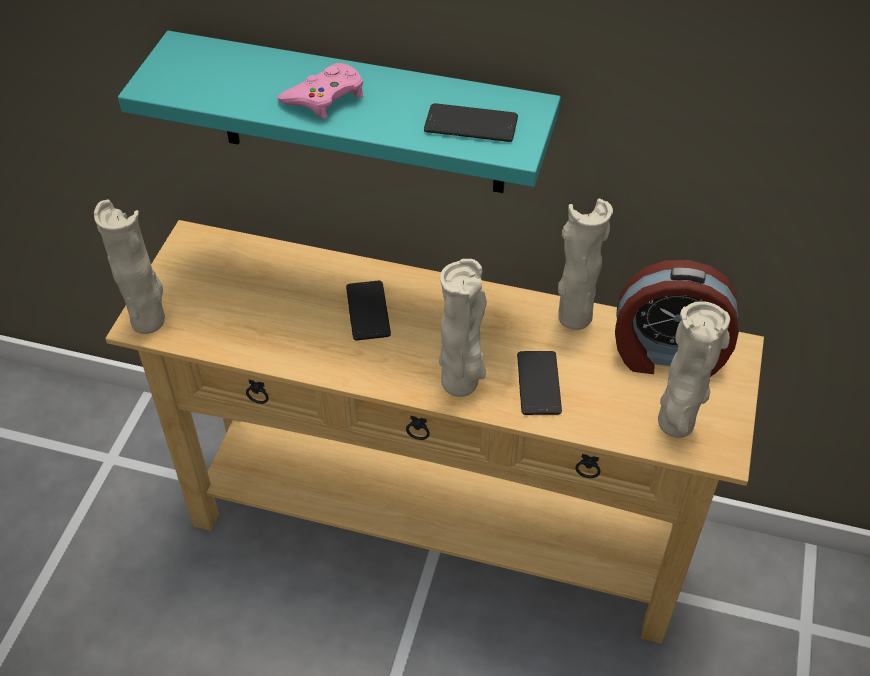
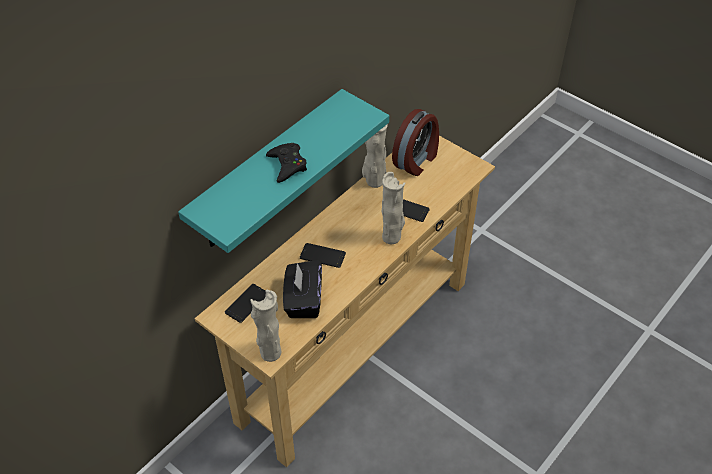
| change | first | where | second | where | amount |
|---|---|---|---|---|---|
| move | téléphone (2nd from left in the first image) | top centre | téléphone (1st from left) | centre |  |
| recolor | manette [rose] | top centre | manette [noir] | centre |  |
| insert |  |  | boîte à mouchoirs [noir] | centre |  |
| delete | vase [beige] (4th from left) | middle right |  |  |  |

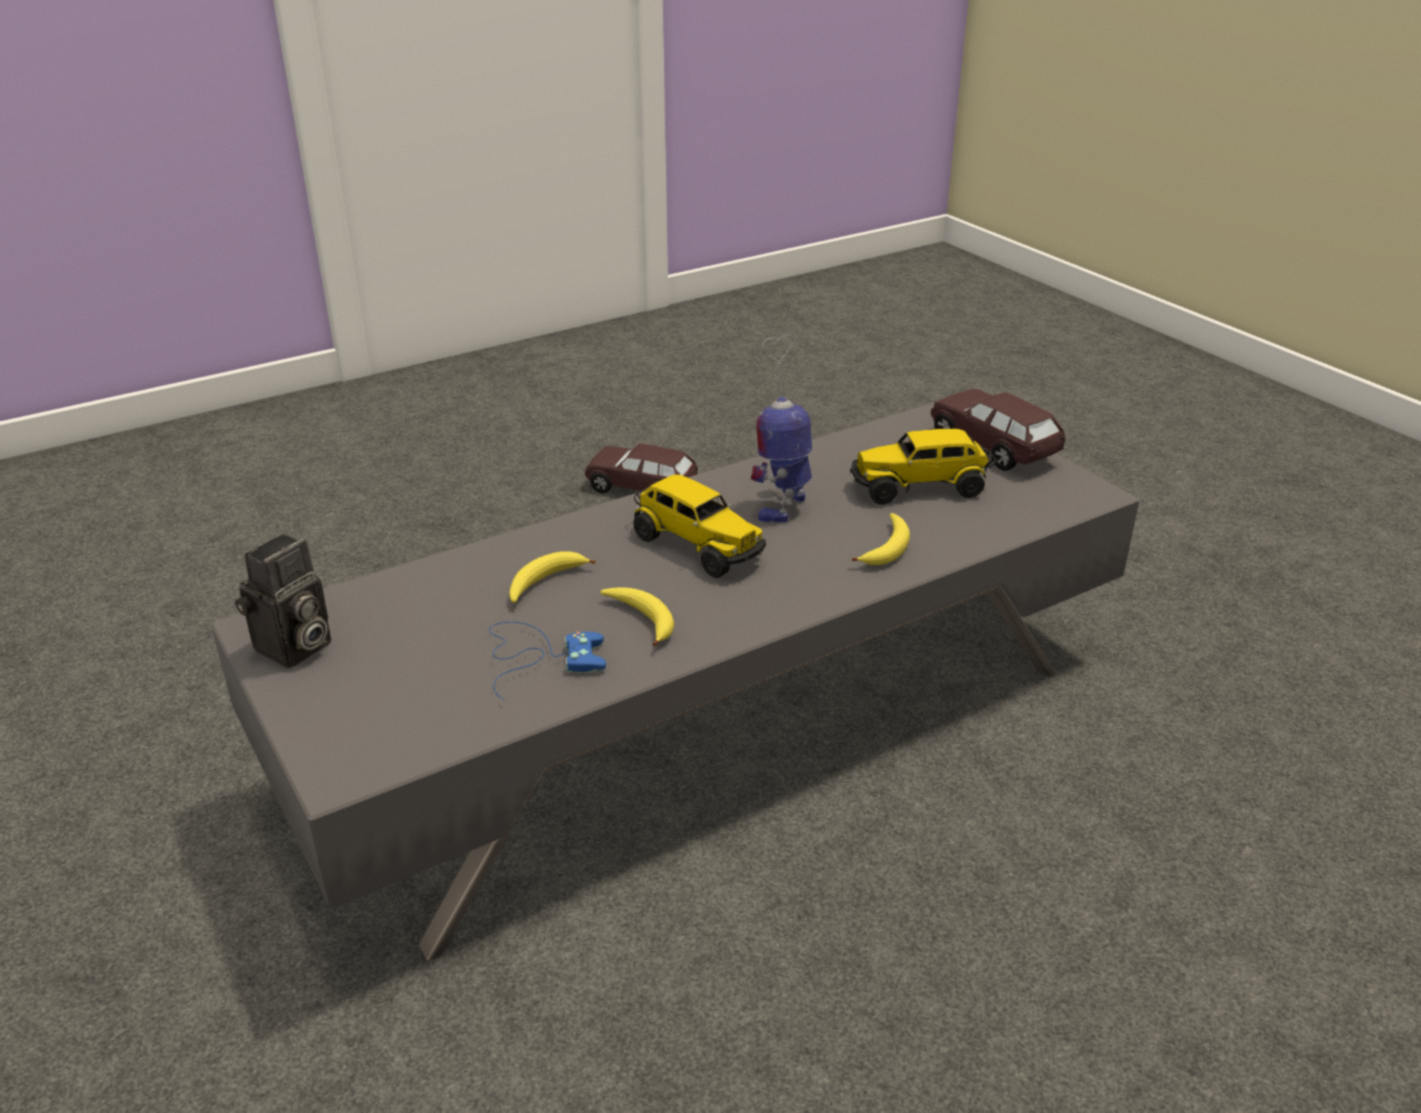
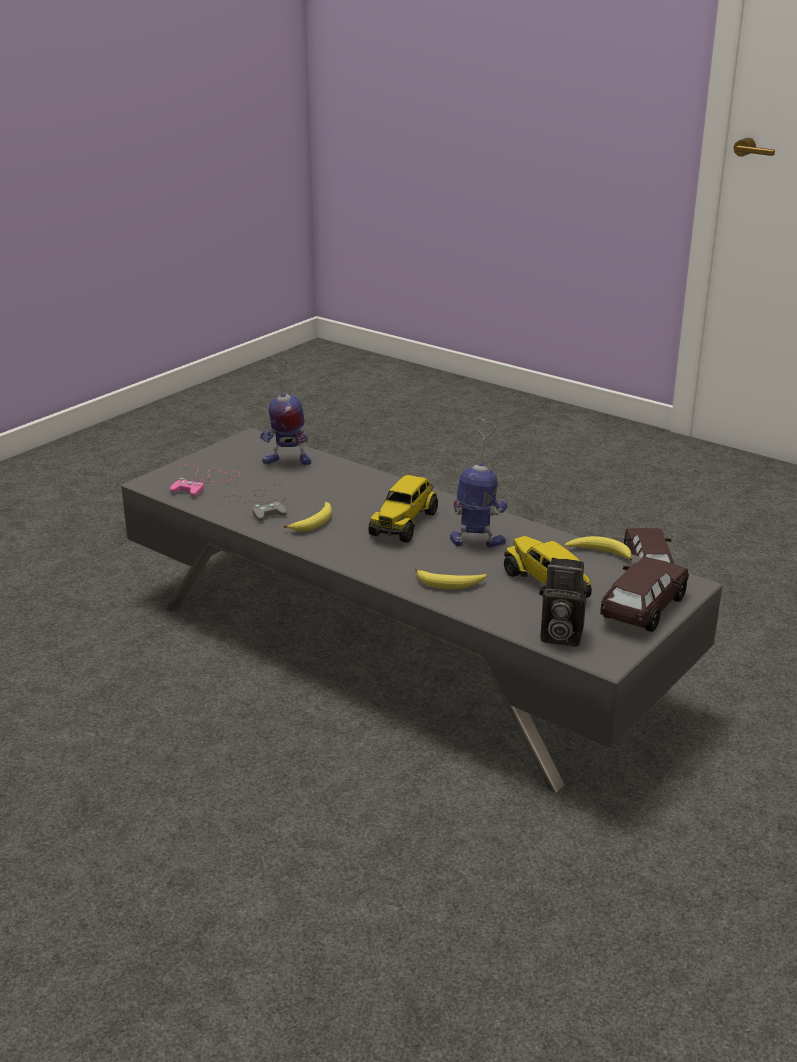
| change | first | where | second | where | amount |
|---|---|---|---|---|---|
| insert |  |  | manette [rose] | middle left |  |
| recolor | manette [bleu] | centre | manette [gris] | middle left |  |
| insert |  |  | robot jouet (1st from left) | centre |  |
| move | appareil photo | middle left |  | middle right |  |
| move | banane (1st from left in the first image) | centre | banane (3rd from left) | middle right |  |

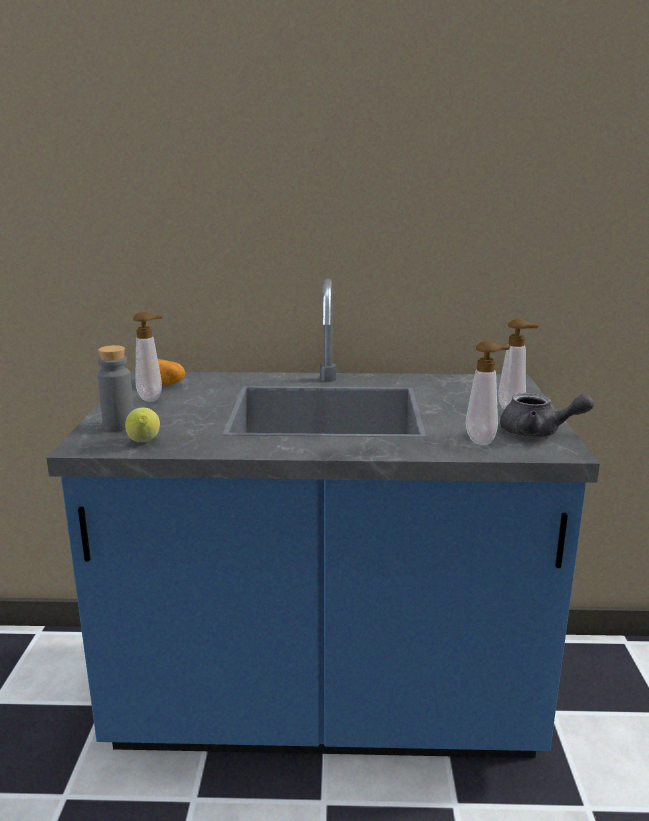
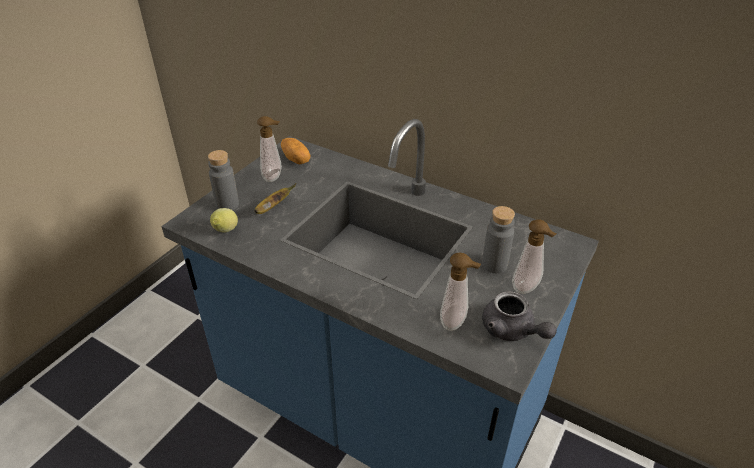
| change | first | where | second | where | amount |
|---|---|---|---|---|---|
| insert |  |  | banane | centre |  |
| insert |  |  | bouteille [gris] (2nd from left) | centre |  |

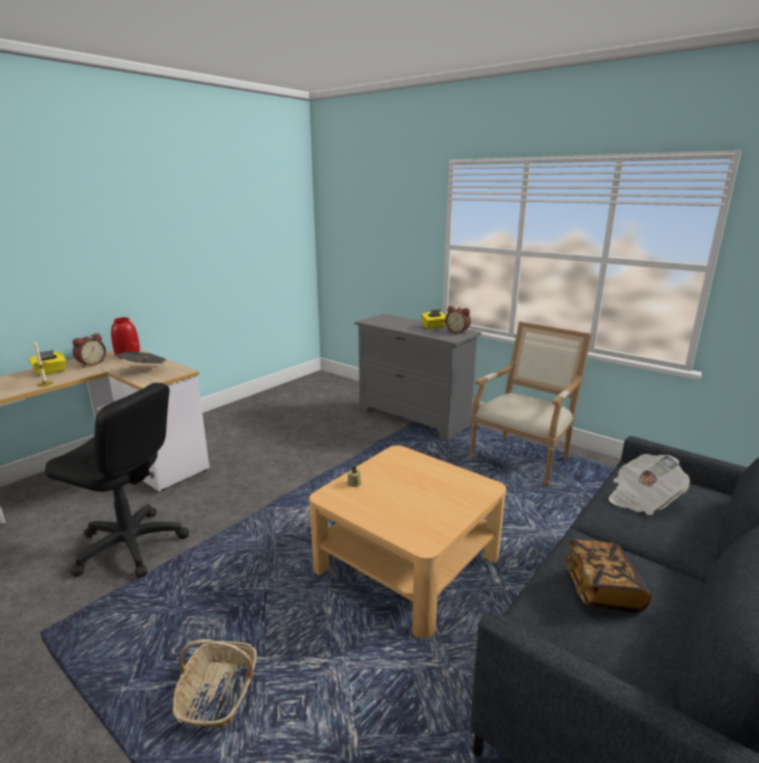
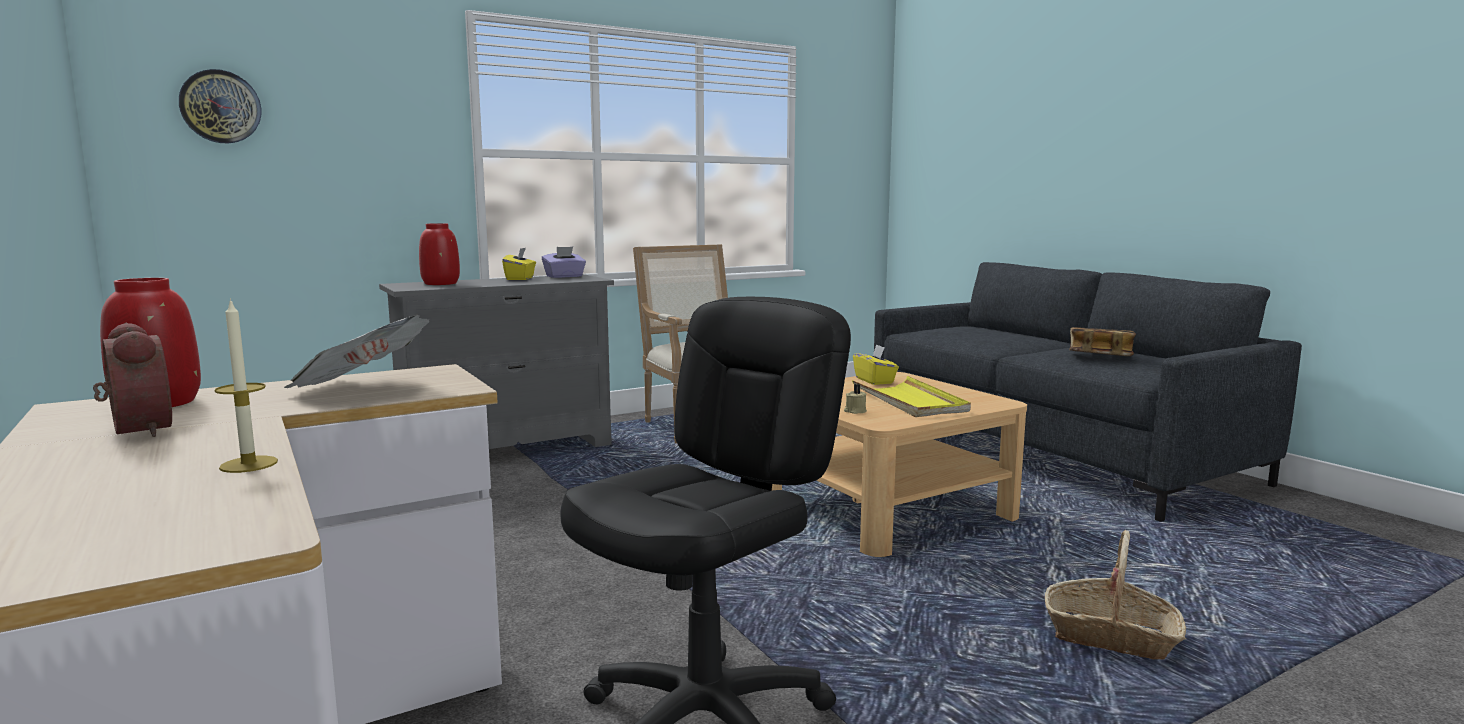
| change | first | where | second | where | amount |
|---|---|---|---|---|---|
| insert |  |  | horloge murale | top left |  |
| insert |  |  | vase [rouge] (2nd from left) | middle left |  |
| replace | réveil (2nd from left) | centre | boîte à mouchoirs [violet] | centre |  |
| insert |  |  | plateau [jaune] | centre |  |
| move | boîte à mouchoirs [jaune] (1st from left in the first image) | middle left | boîte à mouchoirs [jaune] (2nd from left) | centre |  |
| delete | journal (2nd from left) | middle right |  |  |  |

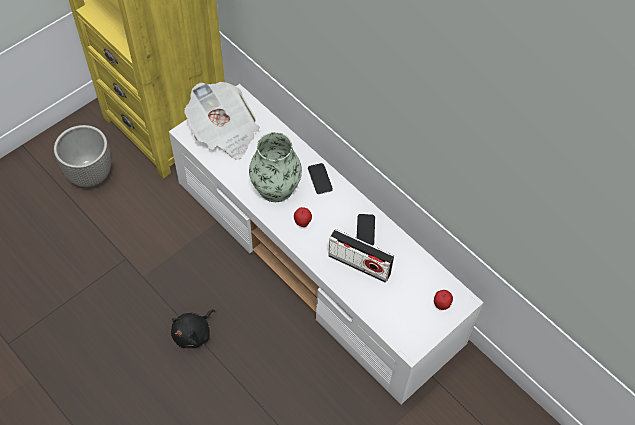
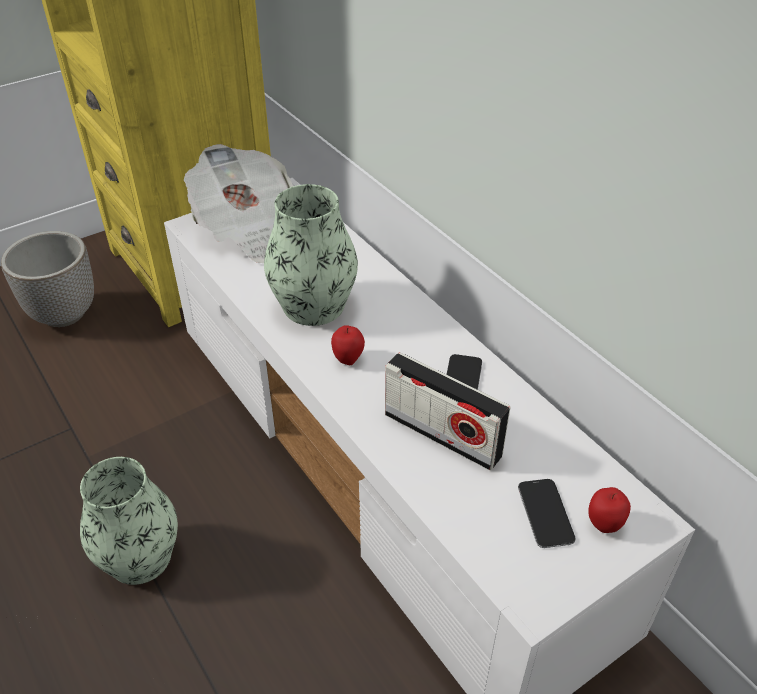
| change | first | where | second | where | amount |
|---|---|---|---|---|---|
| replace | peluche [noir] | bottom left | vase (1st from left) | bottom left |  |
| move | téléphone (1st from left in the first image) | centre | téléphone (2nd from left) | bottom right |  |

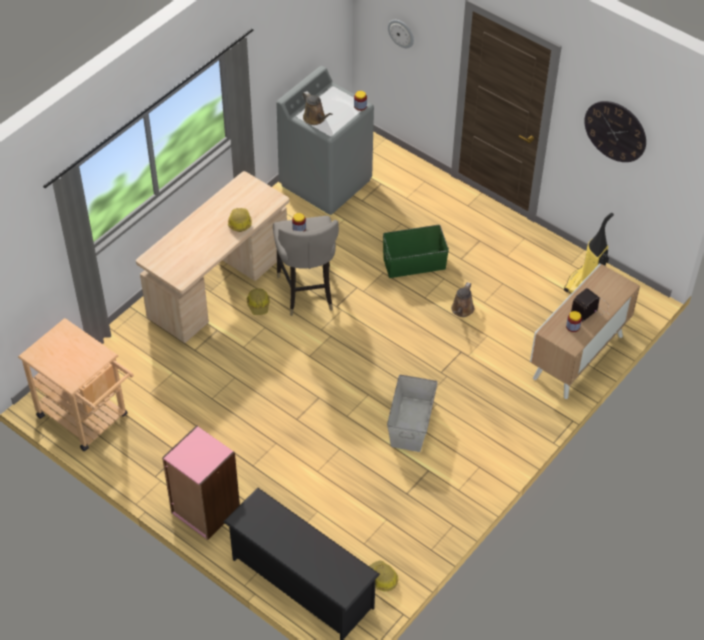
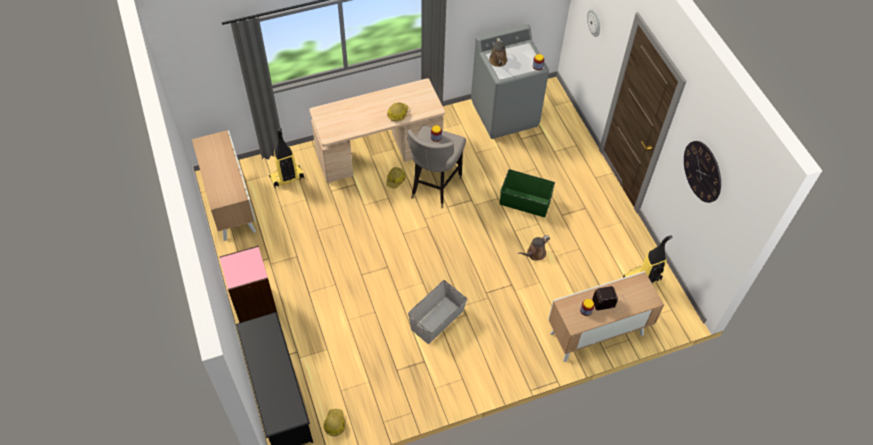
| change | first | where | second | where | amount |
|---|---|---|---|---|---|
| replace | chariot [beige] | middle left | meuble de rangement (1st from left) | middle left |  |
| insert |  |  | aspirateur (1st from left) | middle left |  |

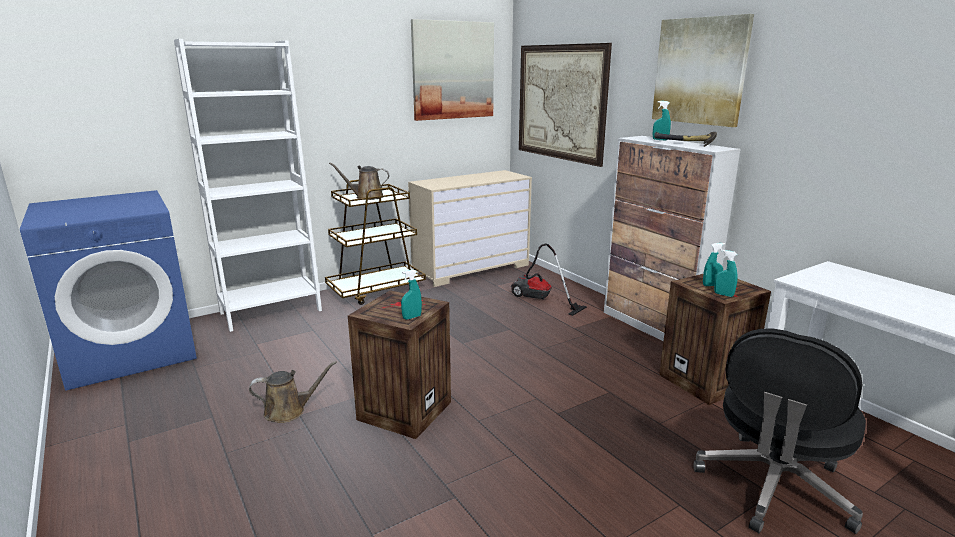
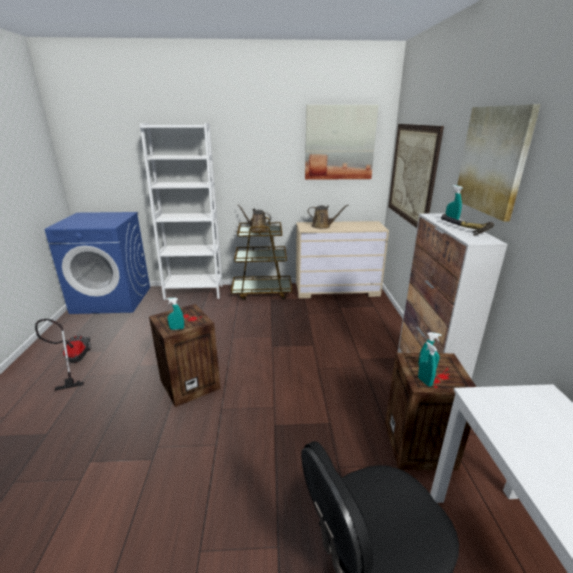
| change | first | where | second | where | amount |
|---|---|---|---|---|---|
| move | aspirateur | centre |  | middle left |  |
| move | arrosoir [marron] (1st from left in the first image) | bottom left | arrosoir [marron] (2nd from left) | centre |  |

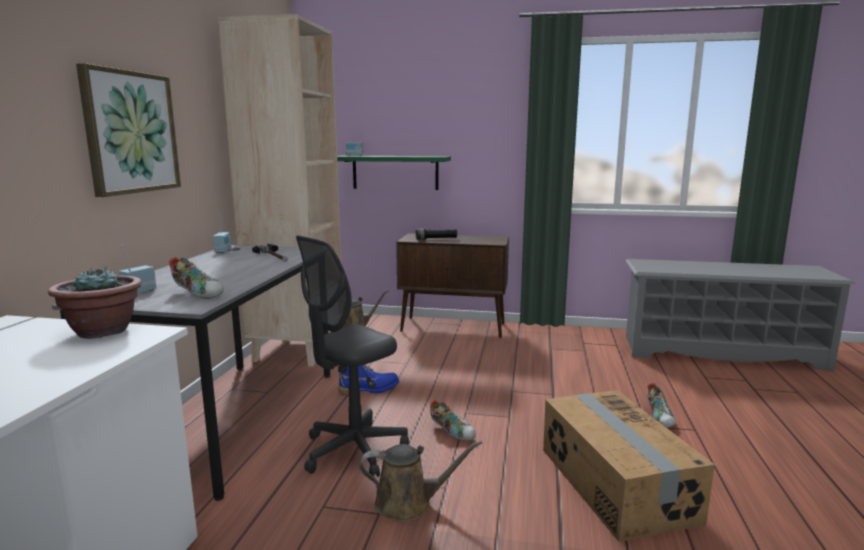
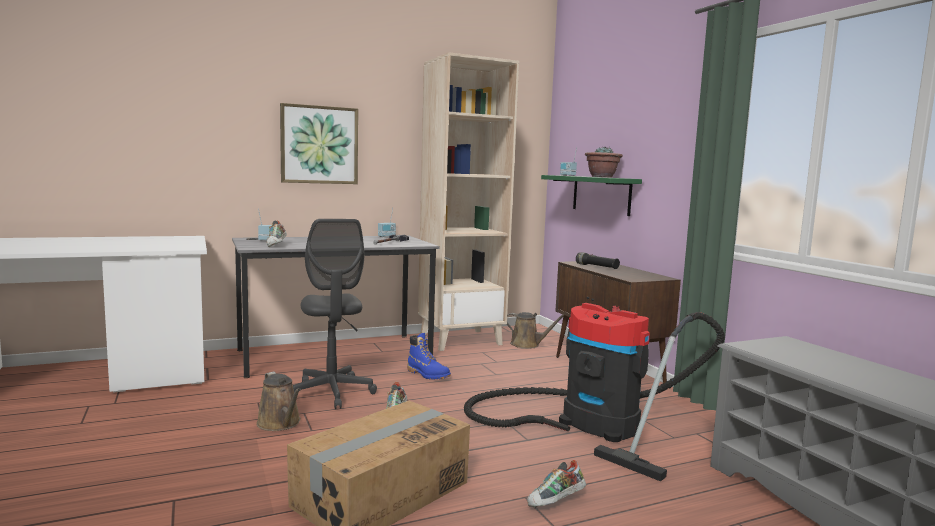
| change | first | where | second | where | amount |
|---|---|---|---|---|---|
| rotate | chaise de bureau [gris] | centre |  | centre | 120 degrees counterclockwise |
| insert |  |  | aspirateur | bottom centre |  |
| move | plante en pot | middle left |  | top centre |  |

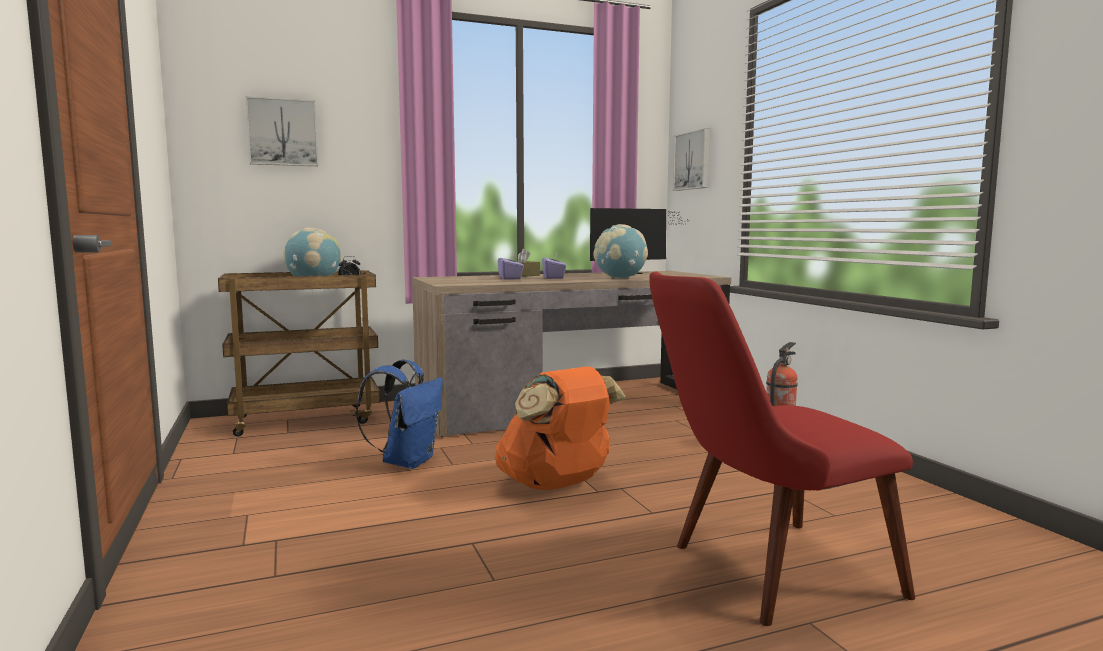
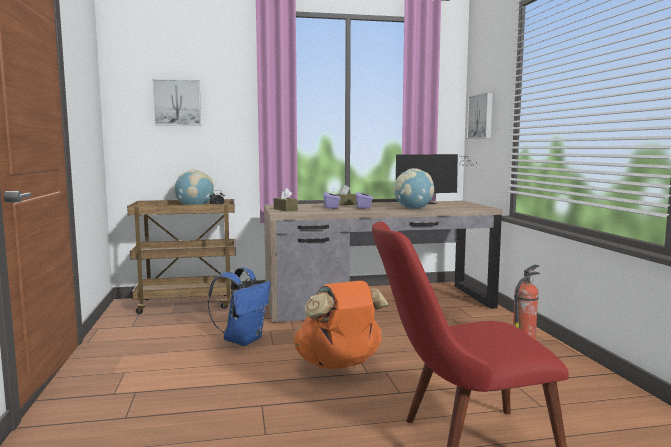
| change | first | where | second | where | amount |
|---|---|---|---|---|---|
| insert |  |  | boîte à mouchoirs [marron] (1st from left) | centre |  |

